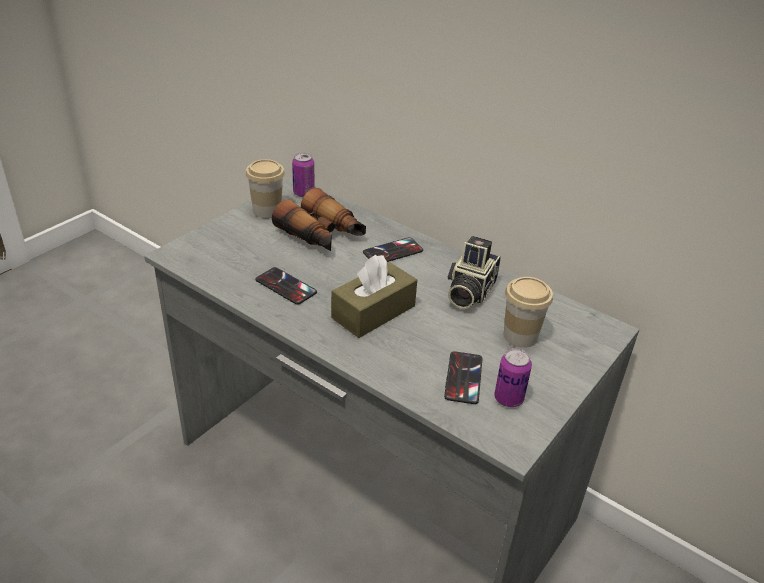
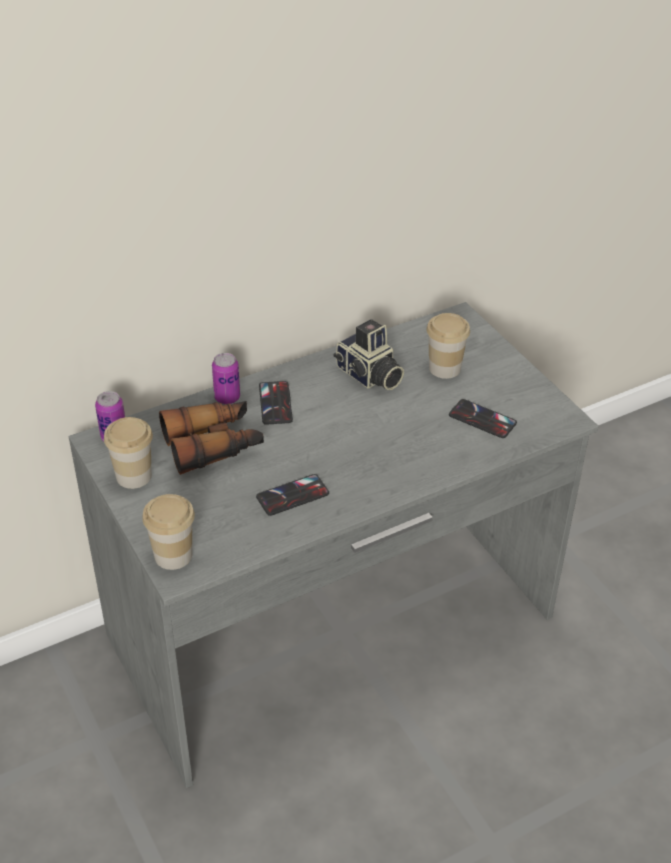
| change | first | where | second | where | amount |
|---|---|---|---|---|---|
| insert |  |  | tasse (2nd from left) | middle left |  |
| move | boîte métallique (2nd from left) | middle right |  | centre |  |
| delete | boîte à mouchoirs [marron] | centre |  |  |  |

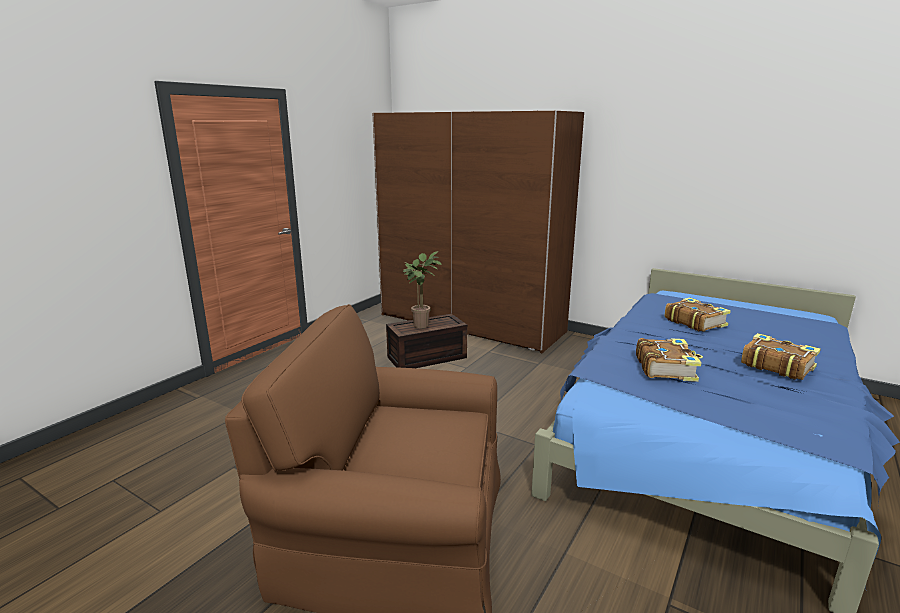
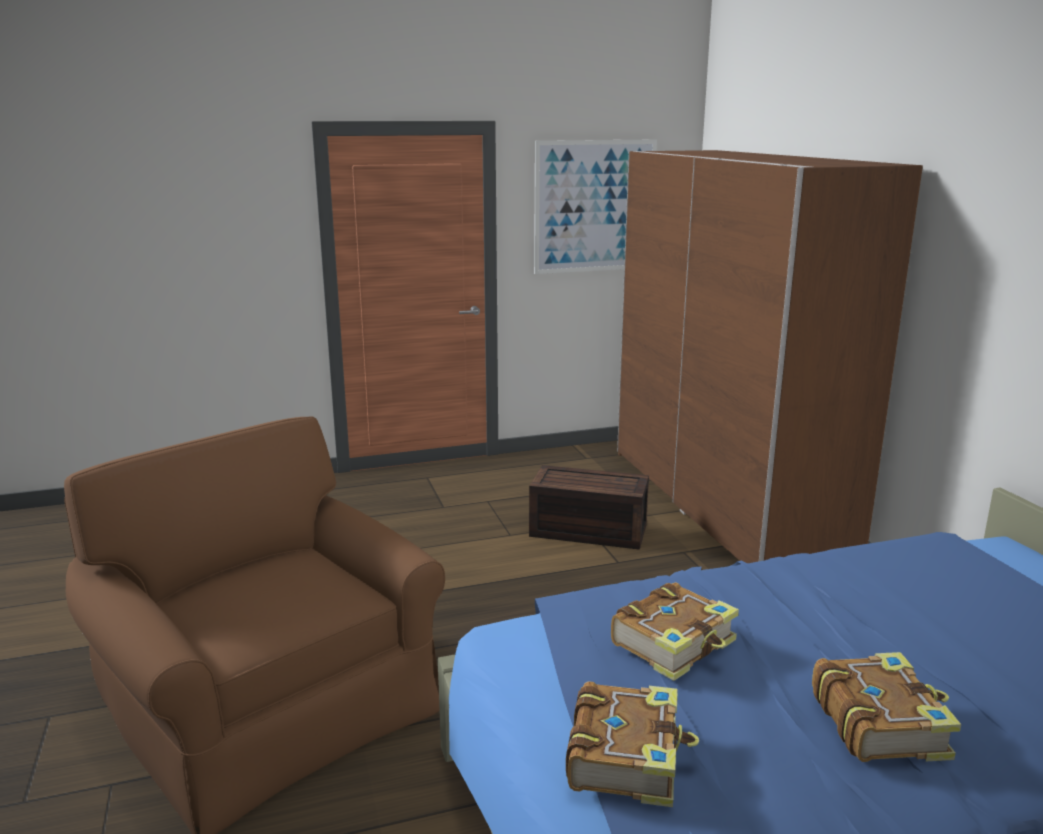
| change | first | where | second | where | amount |
|---|---|---|---|---|---|
| insert |  |  | tableau | top centre |  |
| move | livre (2nd from left in the first image) | middle right | livre (1st from left) | bottom centre |  |
| delete | plante en pot | centre |  |  |  |

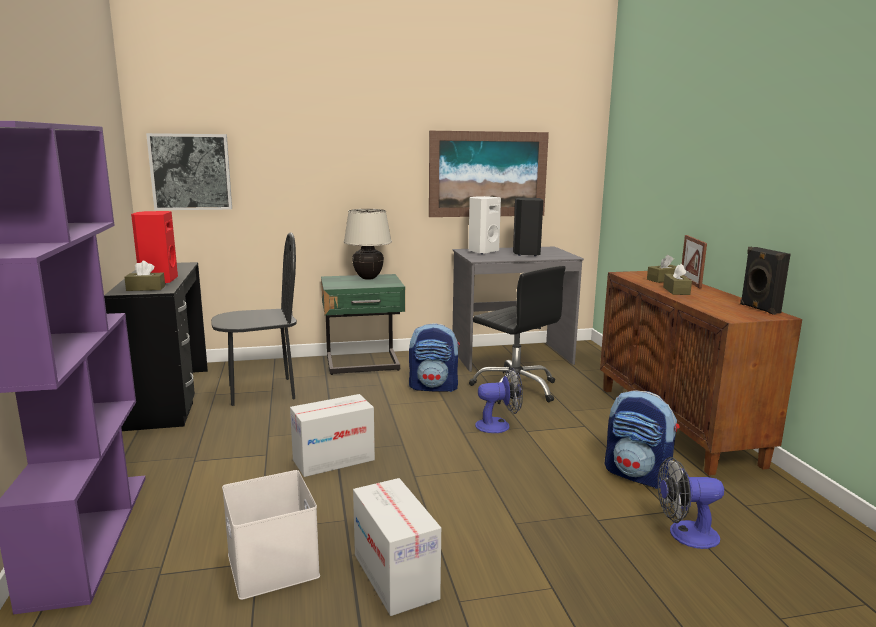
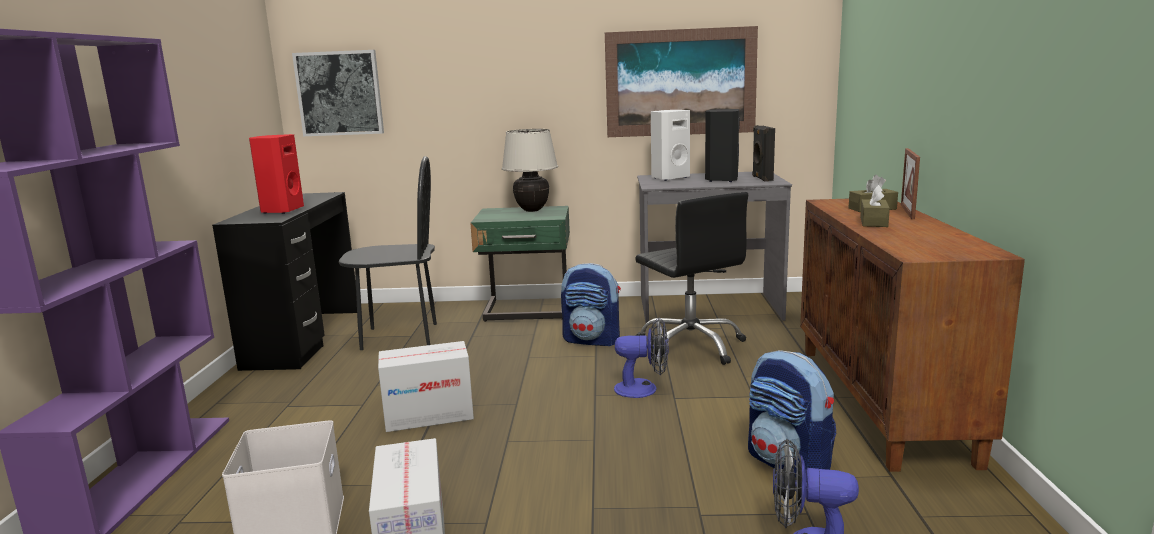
| change | first | where | second | where | amount |
|---|---|---|---|---|---|
| move | enceinte [noir] (2nd from left) | middle right |  | top centre |  |
| delete | boîte à mouchoirs [marron] (1st from left) | middle left |  |  |  |

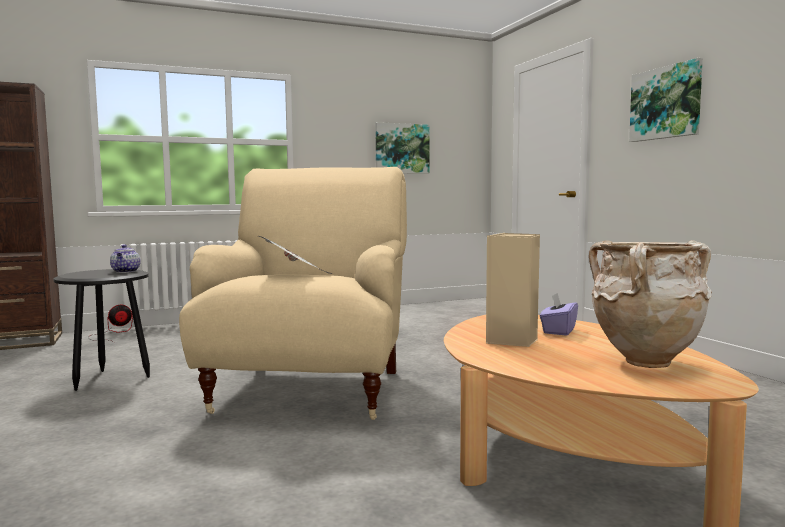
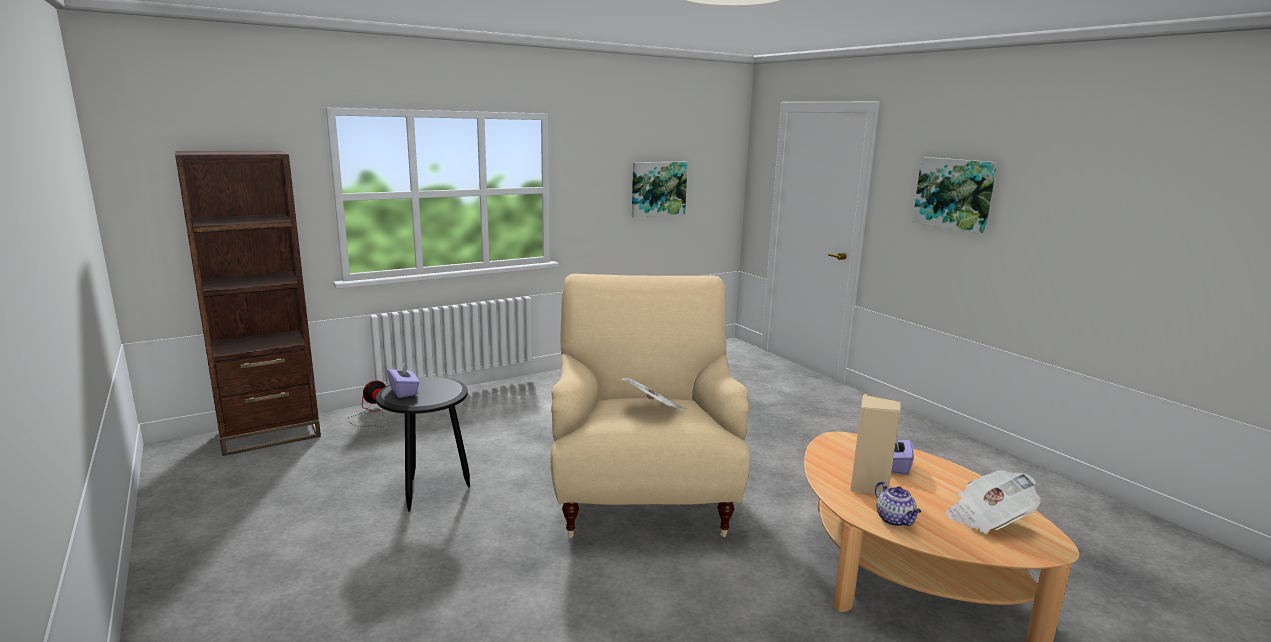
| change | first | where | second | where | amount |
|---|---|---|---|---|---|
| insert |  |  | boîte à mouchoirs [violet] (1st from left) | middle left |  |
| move | théière | middle left |  | bottom right |  |
| replace | vase [beige] | middle right | journal (2nd from left) | bottom right |  |

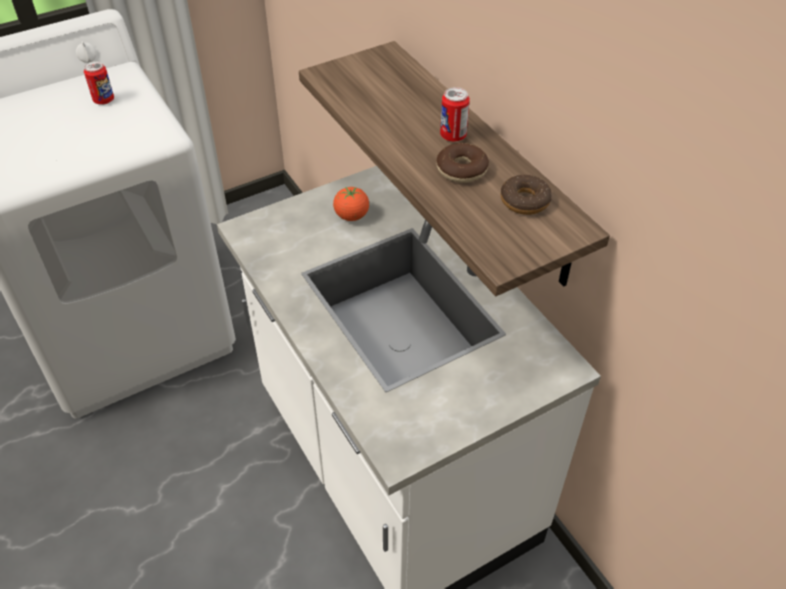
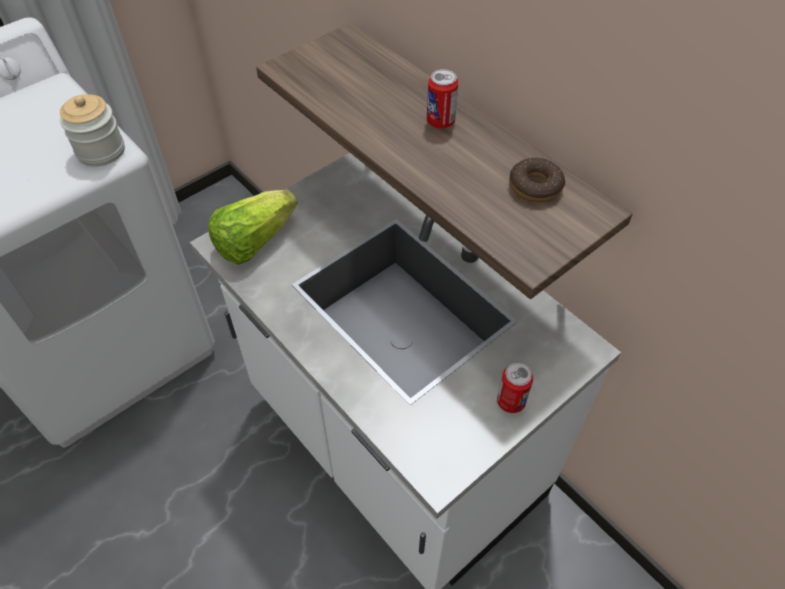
| change | first | where | second | where | amount |
|---|---|---|---|---|---|
| insert |  |  | bocal | top left |  |
| insert |  |  | laitue | middle left |  |
| move | boîte métallique (1st from left in the first image) | top left | boîte métallique (2nd from left) | centre |  |
| delete | tomate | centre |  |  |  |
| delete | beignet (1st from left) | top centre |  |  |  |

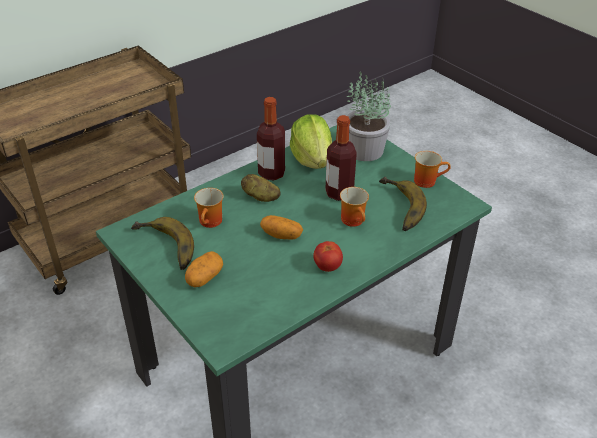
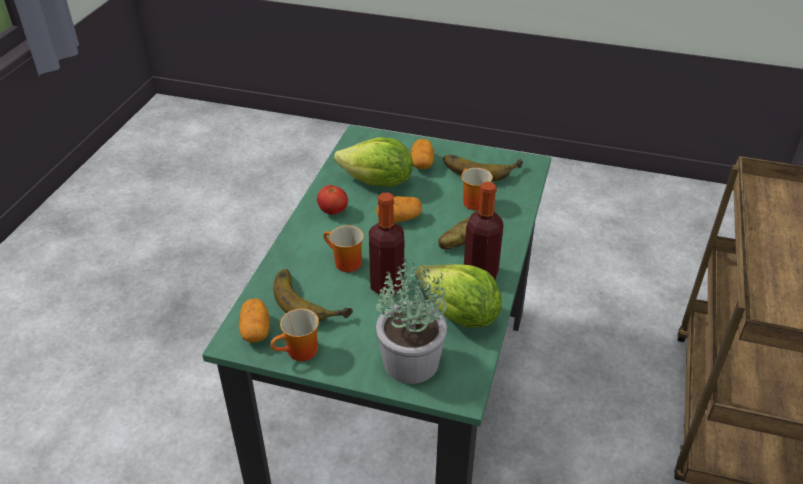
| change | first | where | second | where | amount |
|---|---|---|---|---|---|
| insert |  |  | pomme de terre (1st from left) | middle left |  |
| insert |  |  | laitue (1st from left) | centre |  |

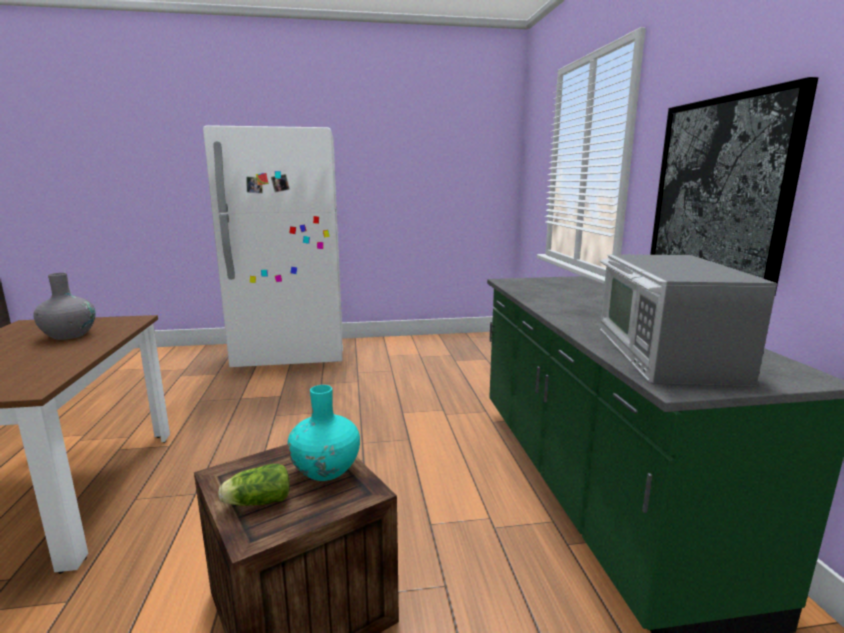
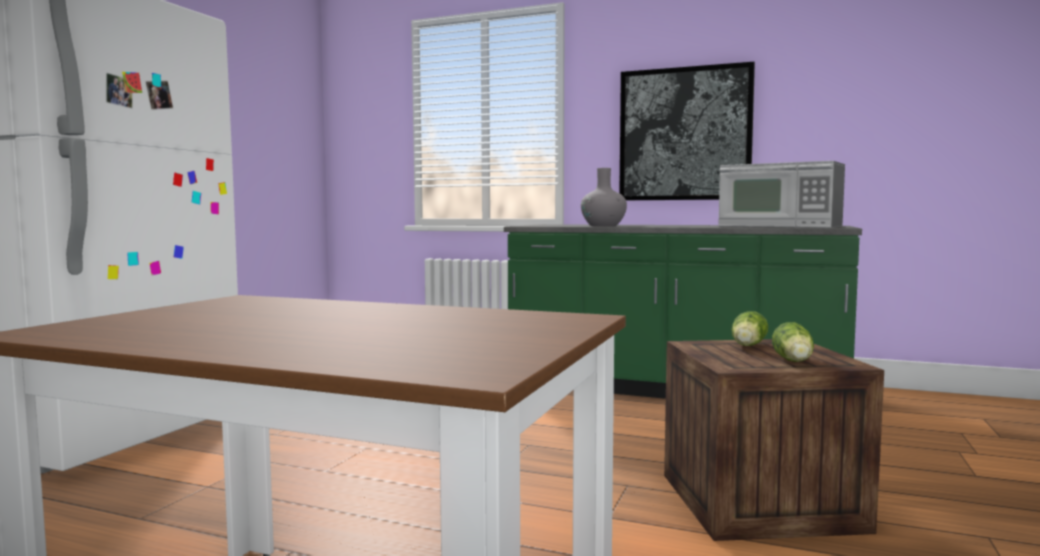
| change | first | where | second | where | amount |
|---|---|---|---|---|---|
| move | vase [gris] | middle left |  | centre |  |
| replace | vase [turquoise] | bottom centre | laitue (1st from left) | middle right |  |

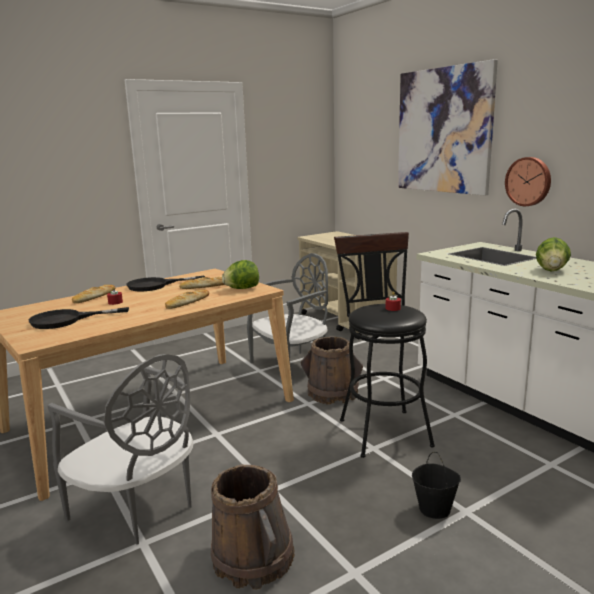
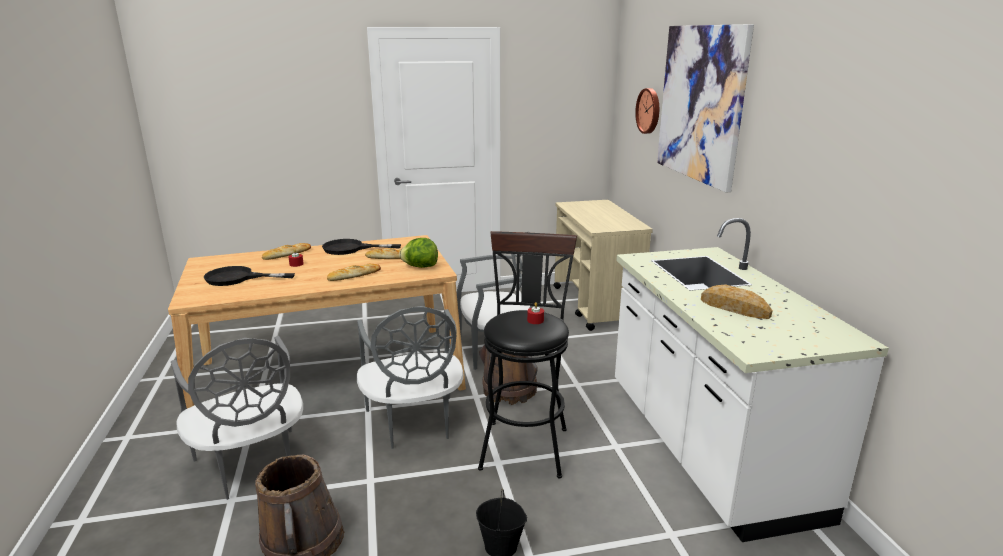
| change | first | where | second | where | amount |
|---|---|---|---|---|---|
| insert |  |  | chaise [gris] (2nd from left) | bottom centre |  |
| move | horloge murale | top right |  | top centre |  |
| replace | laitue (2nd from left) | middle right | pain (4th from left) | middle right |  |

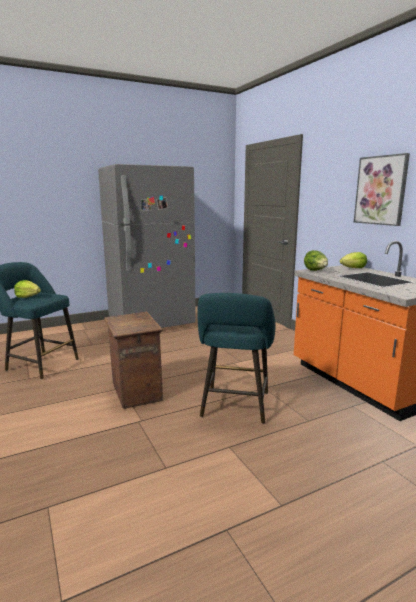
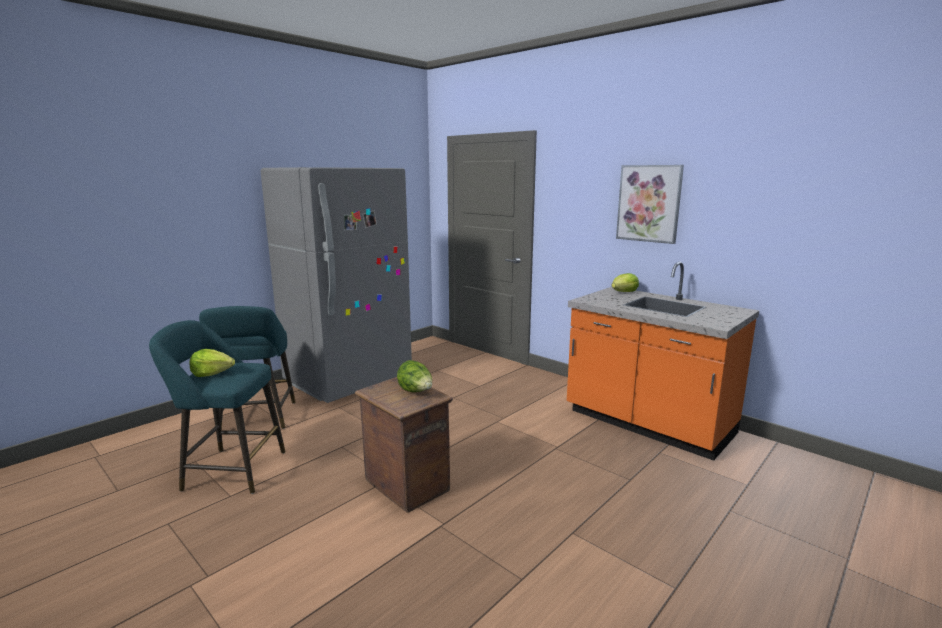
| change | first | where | second | where | amount |
|---|---|---|---|---|---|
| move | tabouret [turquoise] (2nd from left) | centre |  | middle left |  |
| move | laitue (2nd from left) | middle right |  | centre |  |

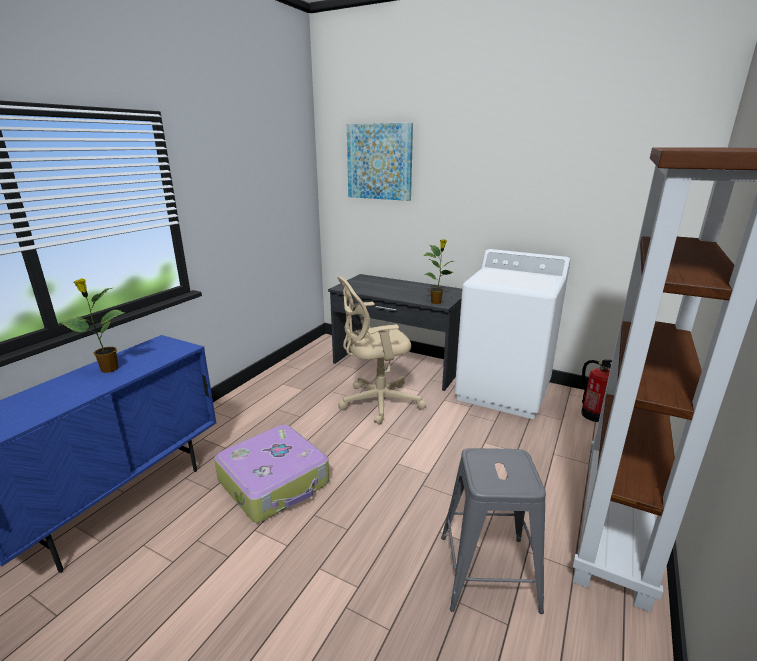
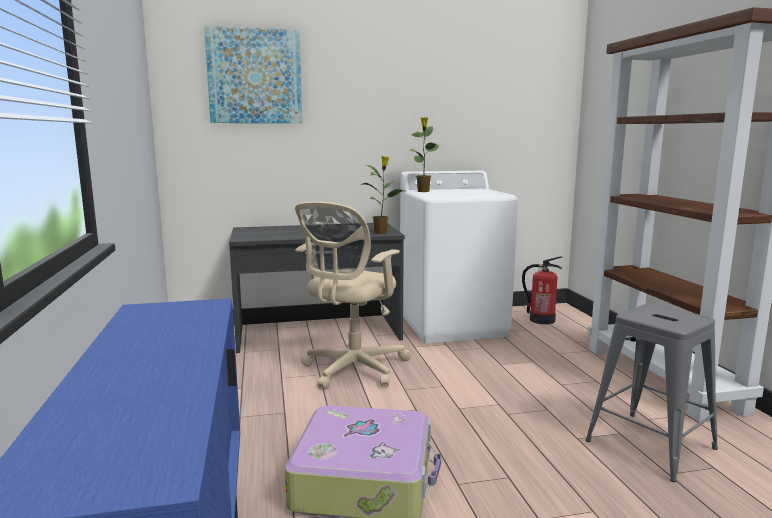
| change | first | where | second | where | amount |
|---|---|---|---|---|---|
| move | plante en pot (1st from left in the first image) | middle left | plante en pot (2nd from left) | top centre |  |

